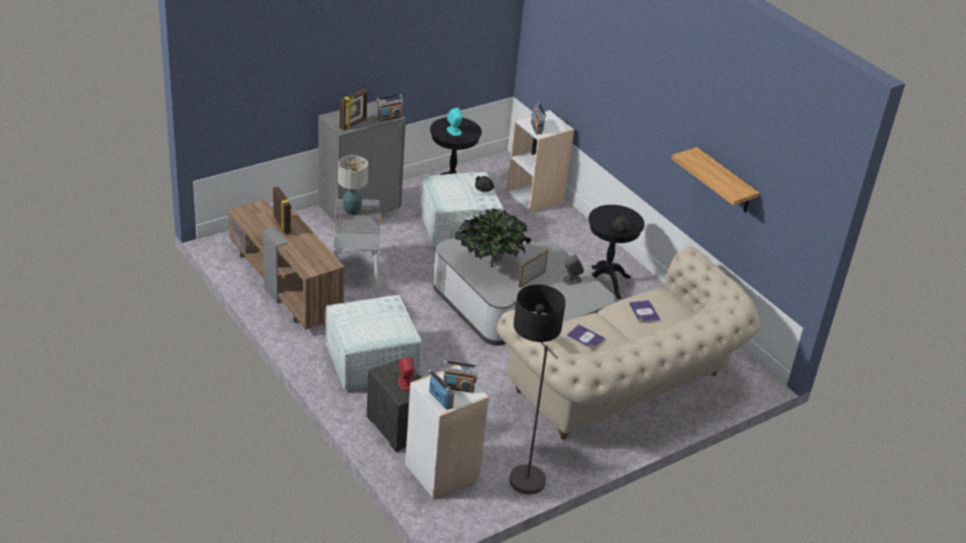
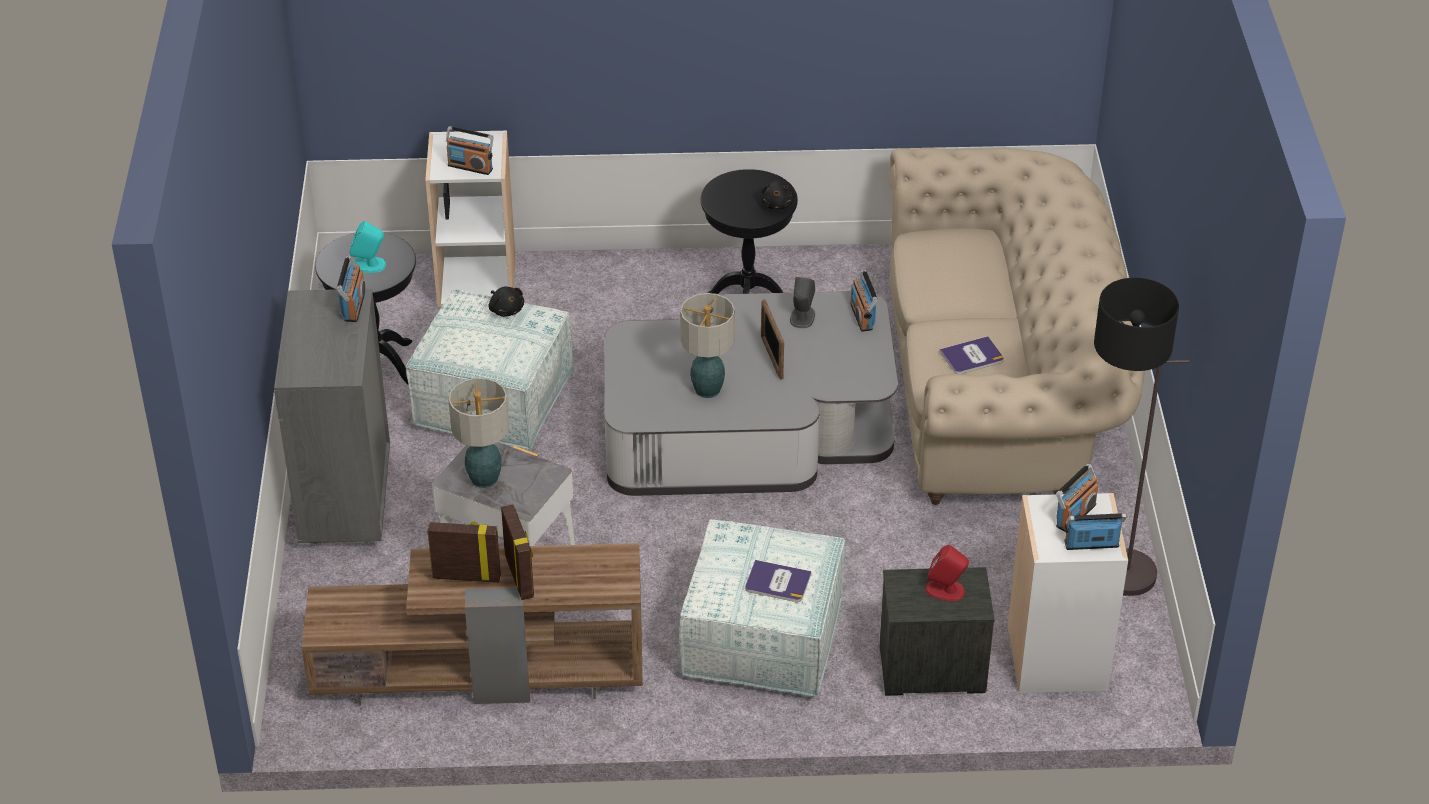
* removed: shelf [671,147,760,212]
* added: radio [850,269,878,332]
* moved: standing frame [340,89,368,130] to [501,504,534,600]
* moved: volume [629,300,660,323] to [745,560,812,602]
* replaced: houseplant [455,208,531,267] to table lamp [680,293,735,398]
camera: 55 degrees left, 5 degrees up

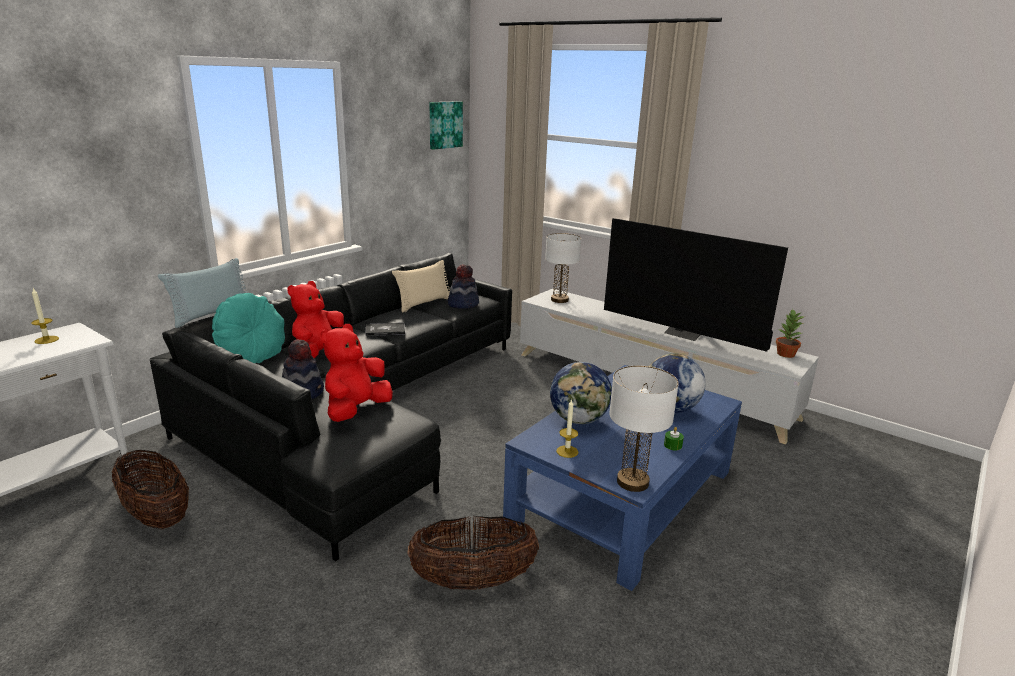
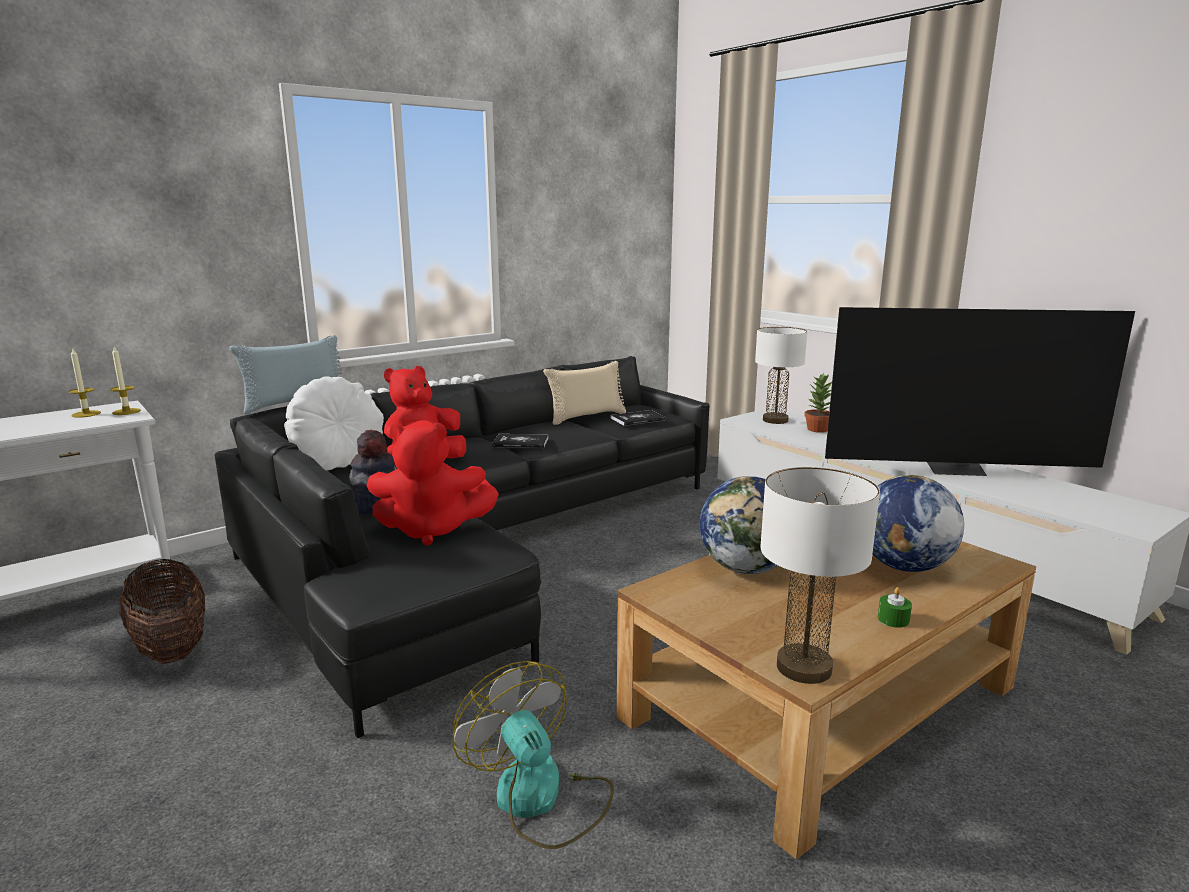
* removed: wall picture [430,101,463,150]
* moved: wax light [556,399,578,458] to [110,347,141,415]
* moved: houseplant [776,309,804,358] to [804,373,832,433]
* replaced: household basket [407,516,539,590] to cooling fan [453,661,614,849]
* replaced: hat [448,264,479,309] to volume [611,410,666,426]
* recoloured: turquoise throw pillow [212,293,285,363] to whitish throw pillow [284,376,384,471]
* recoloured: blue-coloured low table [503,365,742,591] to brown-coloured low table [617,541,1036,860]
* turned: reddish plush toy [320,324,393,422] = [366,420,499,546] 135 degrees counterclockwise
* turned: TV set [604,218,788,352] = [825,307,1135,476] 45 degrees counterclockwise
camera: 15 degrees right, 5 degrees down

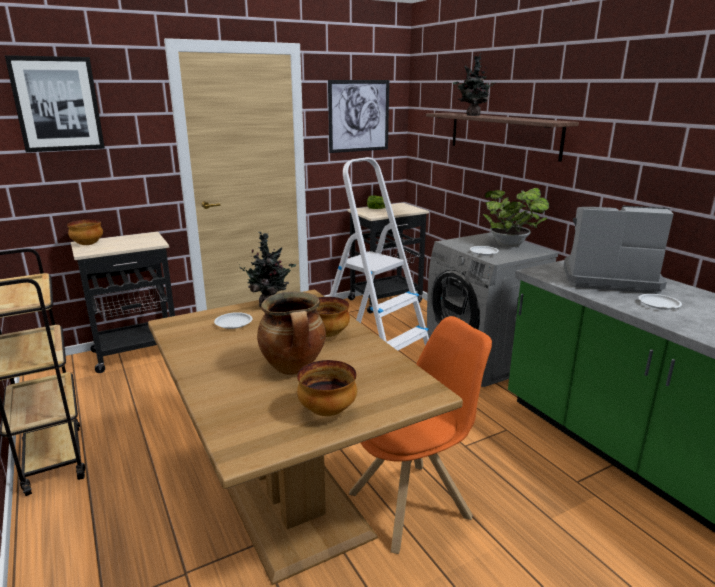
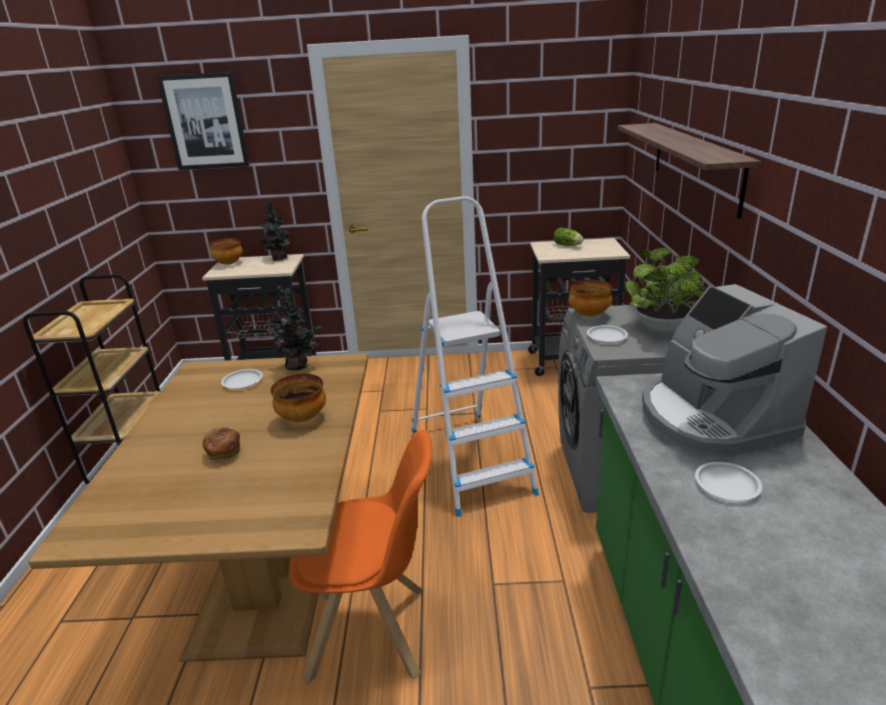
* removed: wall picture [328,80,389,153]
* moved: deep dish [297,360,357,416] to [569,280,613,317]
* moved: houseplant [453,53,495,116] to [259,200,290,261]
* replaced: cooking pot [257,291,326,375] to bread [203,427,241,461]
* turned: coffee brewer [564,206,674,294] = [642,284,827,457] 150 degrees counterclockwise
camera: 30 degrees right, 5 degrees up

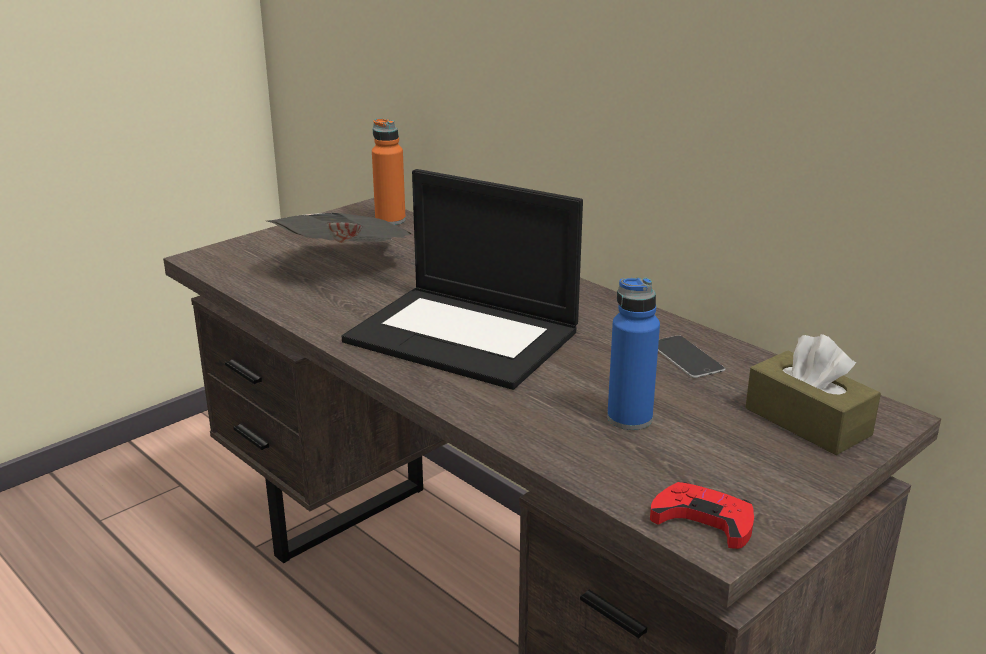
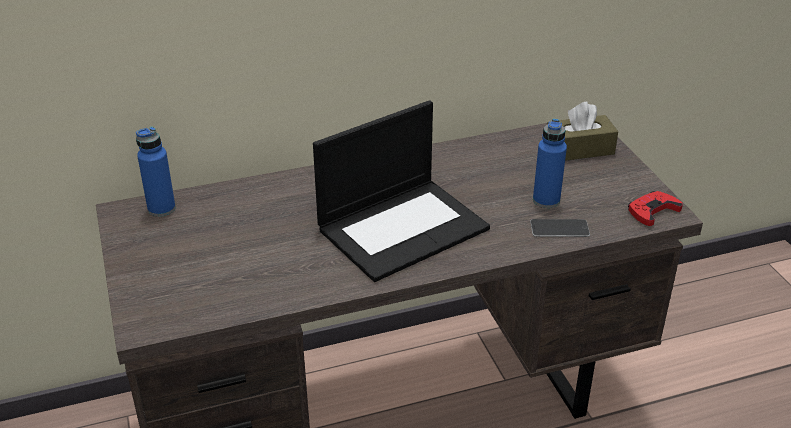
* removed: daily paper [267,213,412,243]
* moved: telephone [658,335,725,378] to [530,219,590,237]
* recoloured: orange-coloured beverage bottle [372,118,406,225] to blue-coloured beverage bottle [136,127,176,217]
camera: 65 degrees left, 10 degrees up

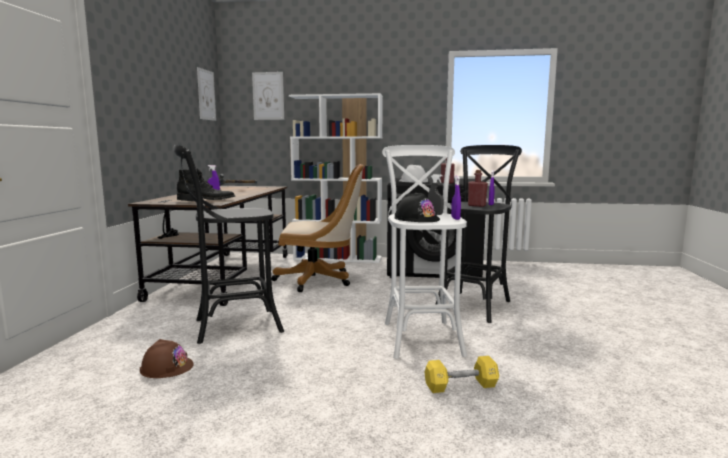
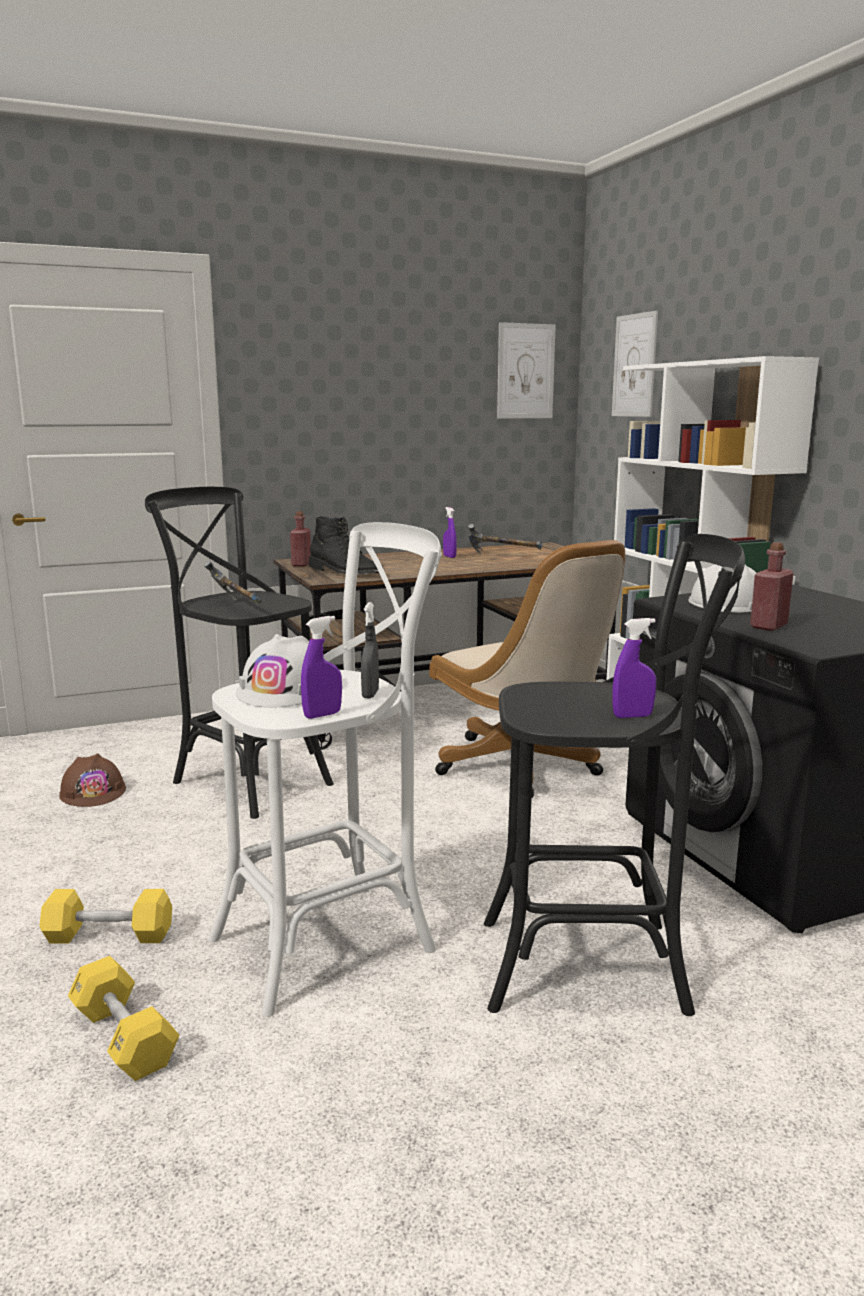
* added: yellow hand weight [40,889,172,944]
* added: tool hammer [204,561,262,605]
* moved: reddish beverage bottle [468,170,488,207] to [290,511,311,567]
* recoloured: black work helmet [395,193,440,222] to whitish work helmet [236,634,309,708]
camera: 60 degrees right, 5 degrees up

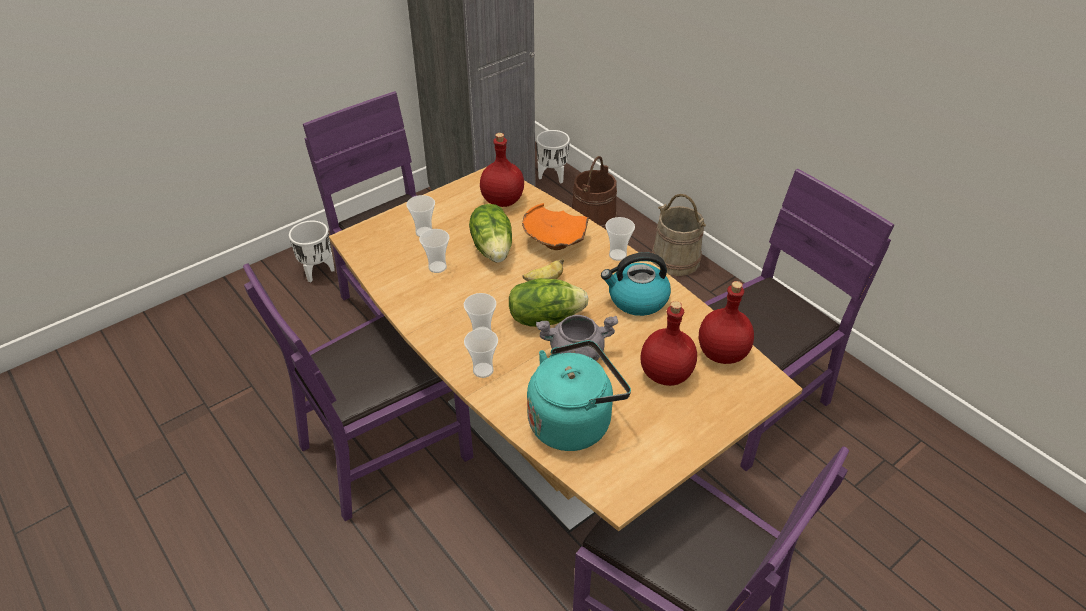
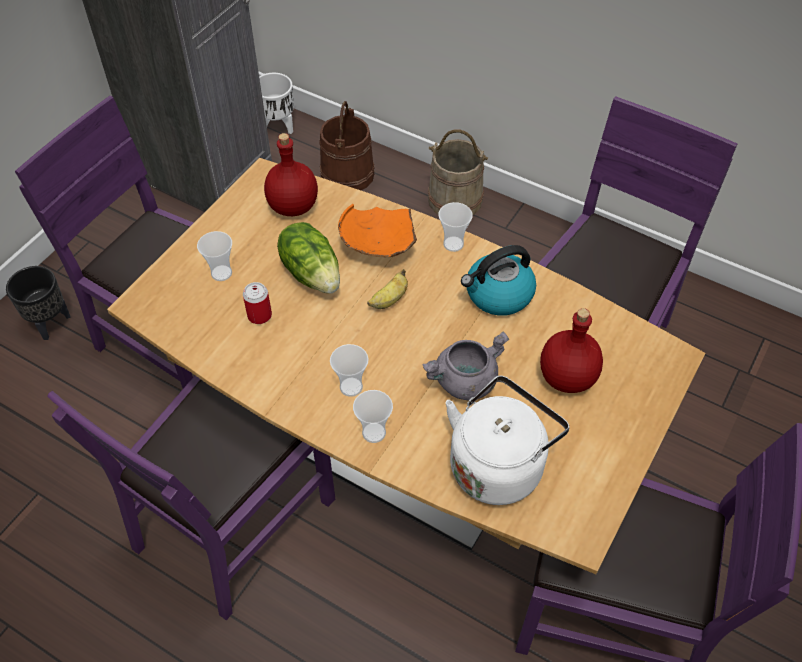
* removed: lettuce head [509,278,589,327]
* removed: reddish beverage bottle [699,281,754,364]
* replaced: cup [419,229,449,273] to metal can [243,282,272,324]
* recoloured: whitish plant pot [289,221,334,282] to black plant pot [6,266,71,340]
* recoloured: turquoise kettle [527,340,631,451] to whitish kettle [445,375,569,505]
camera: 20 degrees left, 10 degrees up

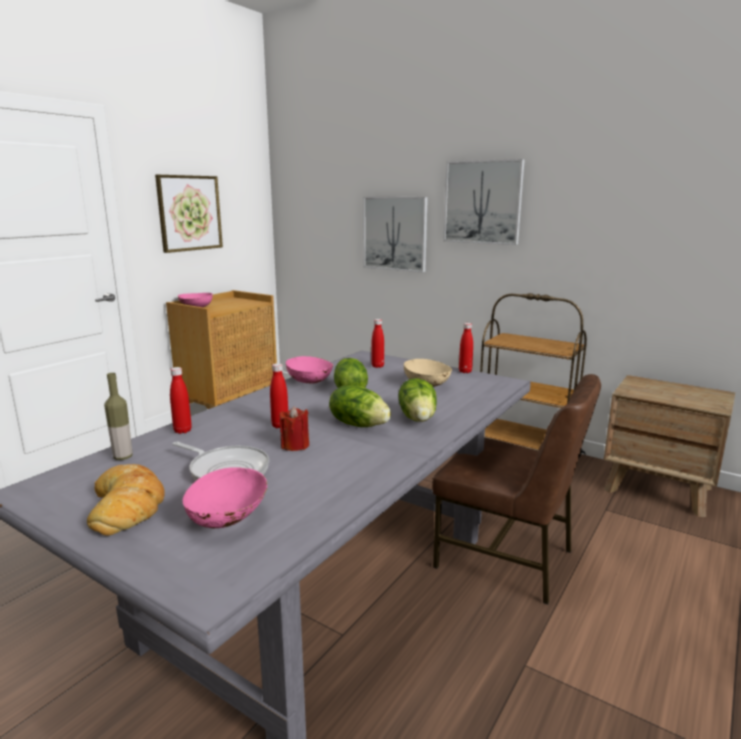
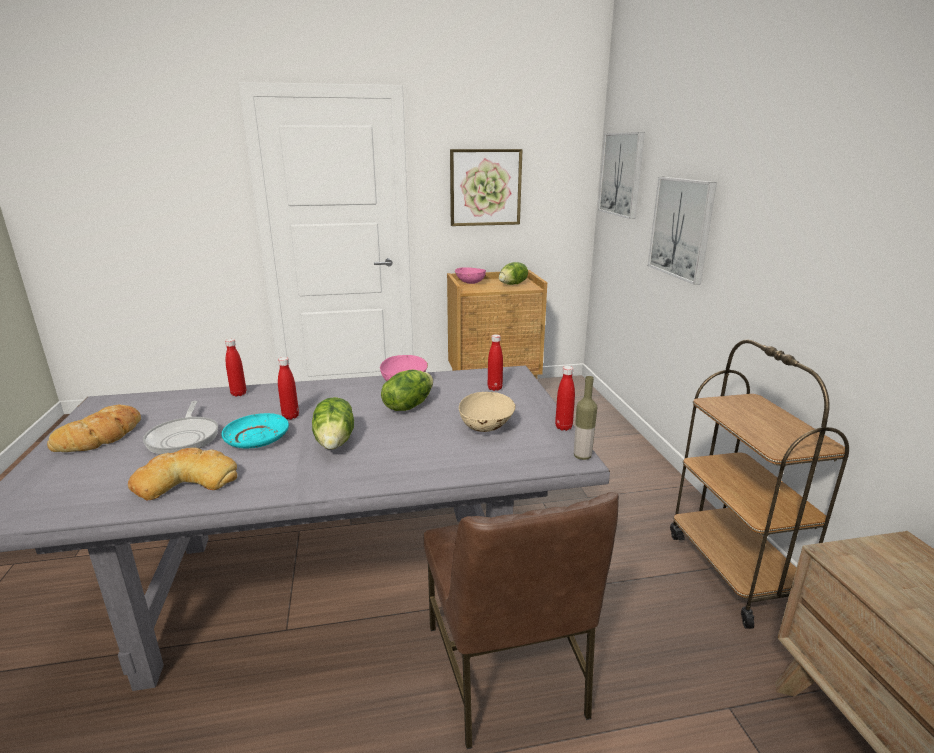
* removed: pink-coloured deep dish [183,467,267,528]
* added: bread [128,448,237,500]
* moved: beverage bottle [104,373,133,460] to [574,376,597,460]
* moved: lettuce head [399,378,437,422] to [499,262,528,285]
* moved: wall picture [444,159,525,245] to [598,132,645,219]
* replaced: reddish wax light [280,406,309,451] to turquoise plate [222,413,289,449]
camera: 45 degrees right, 5 degrees up

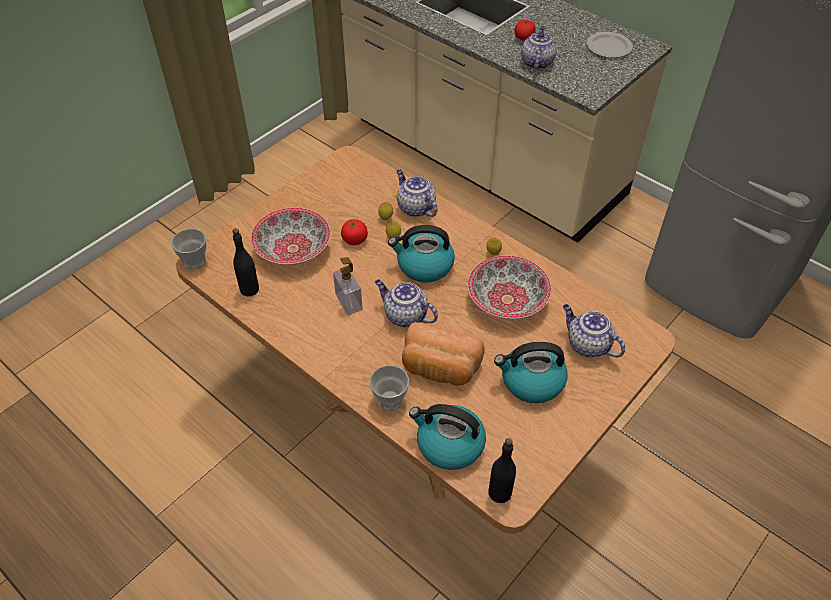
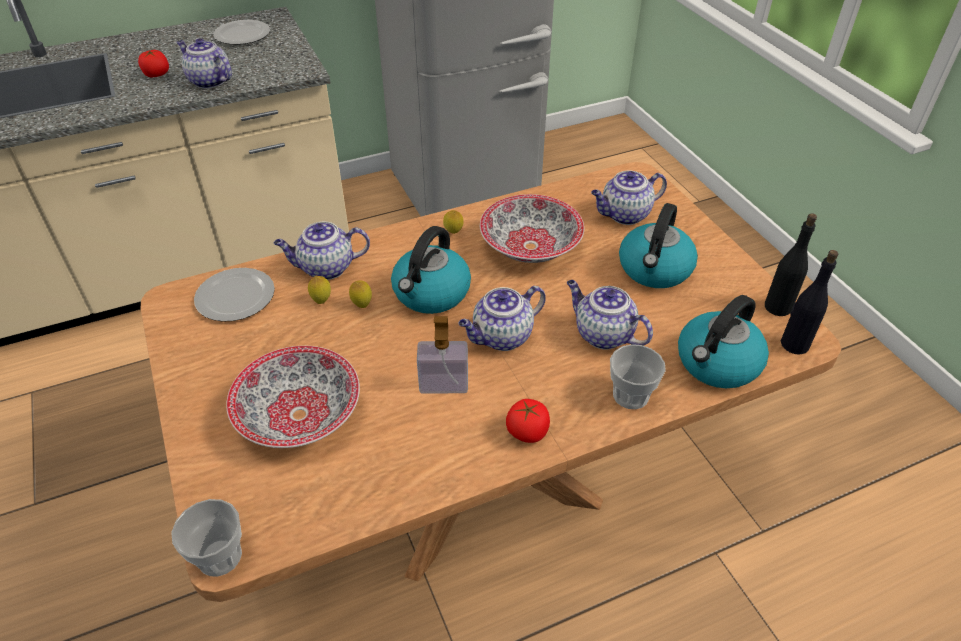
* added: plate [194,268,275,322]
* moved: black beverage bottle [233,229,259,297] to [765,213,817,316]
* moved: whole tomato [341,219,368,245] to [506,399,550,443]
* replaced: bread [402,322,485,386] to pot for tea [567,280,653,350]
camera: 65 degrees left, 5 degrees down

